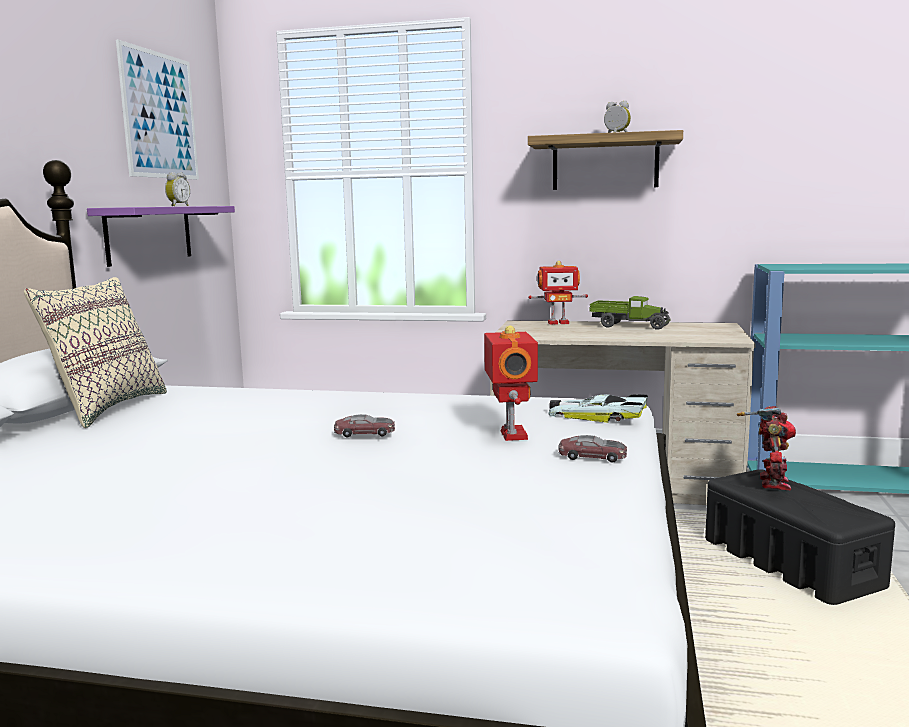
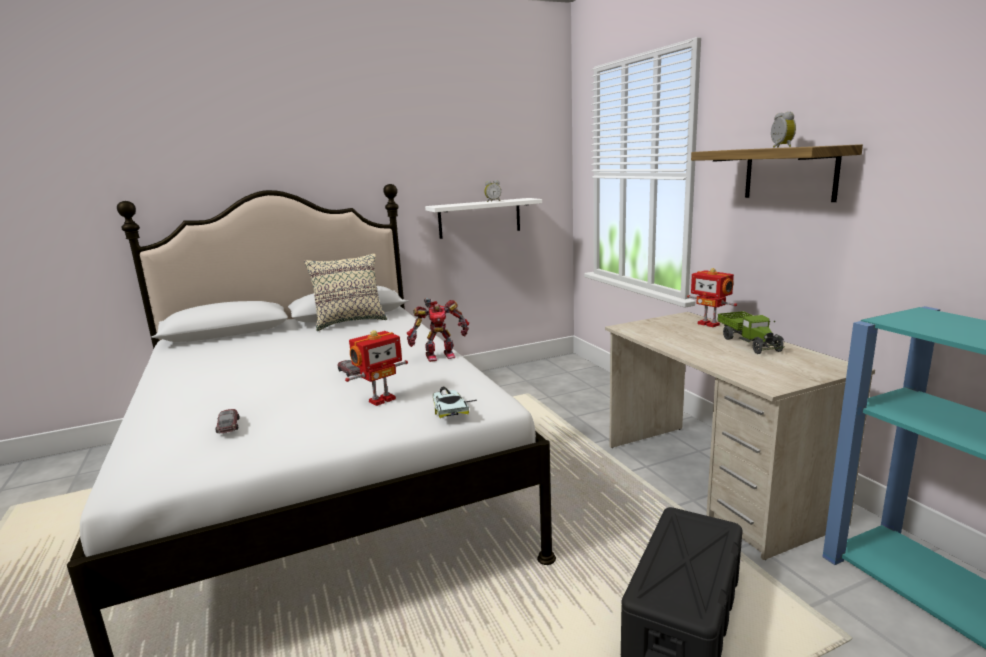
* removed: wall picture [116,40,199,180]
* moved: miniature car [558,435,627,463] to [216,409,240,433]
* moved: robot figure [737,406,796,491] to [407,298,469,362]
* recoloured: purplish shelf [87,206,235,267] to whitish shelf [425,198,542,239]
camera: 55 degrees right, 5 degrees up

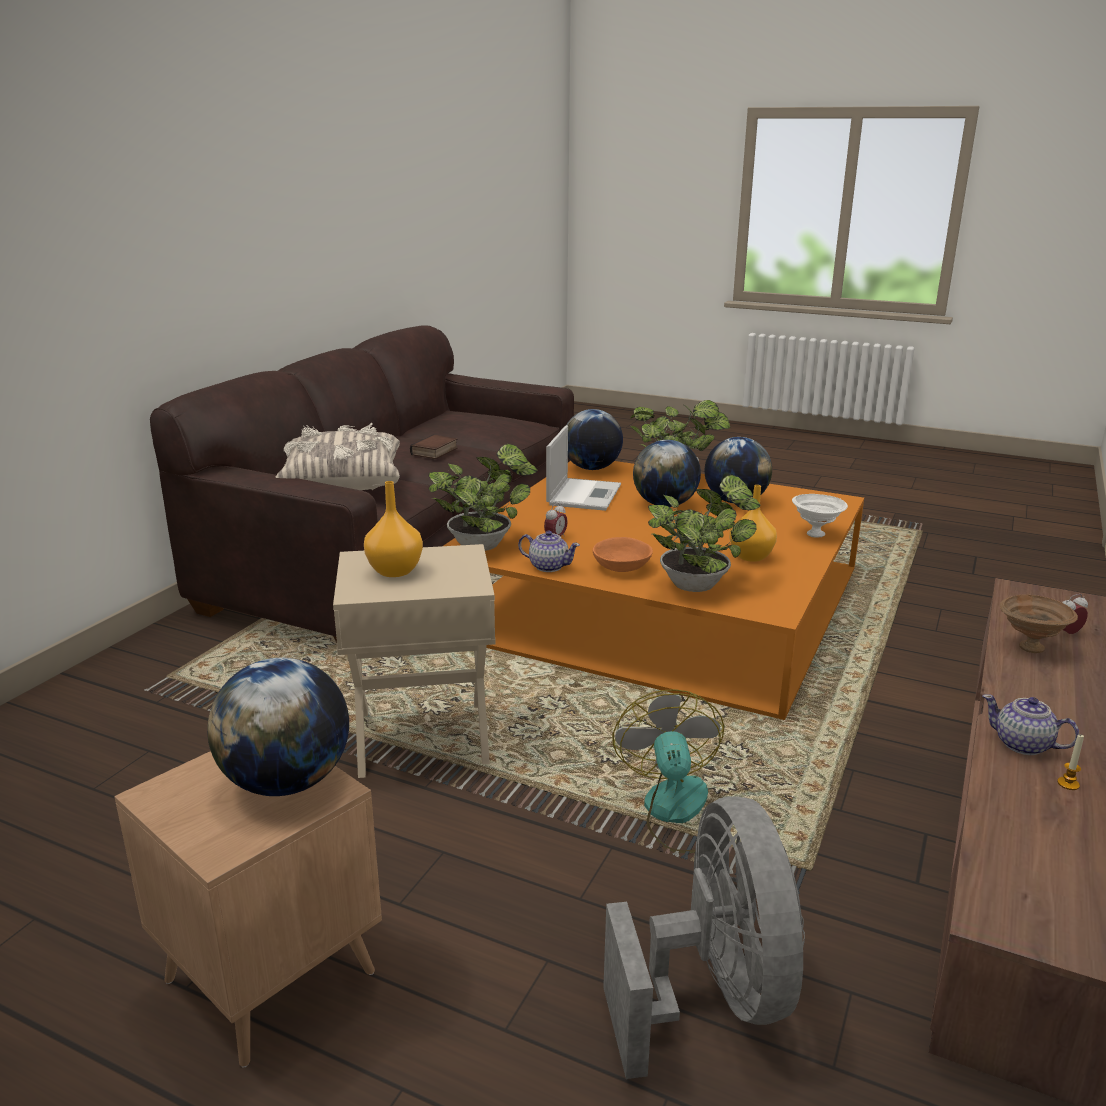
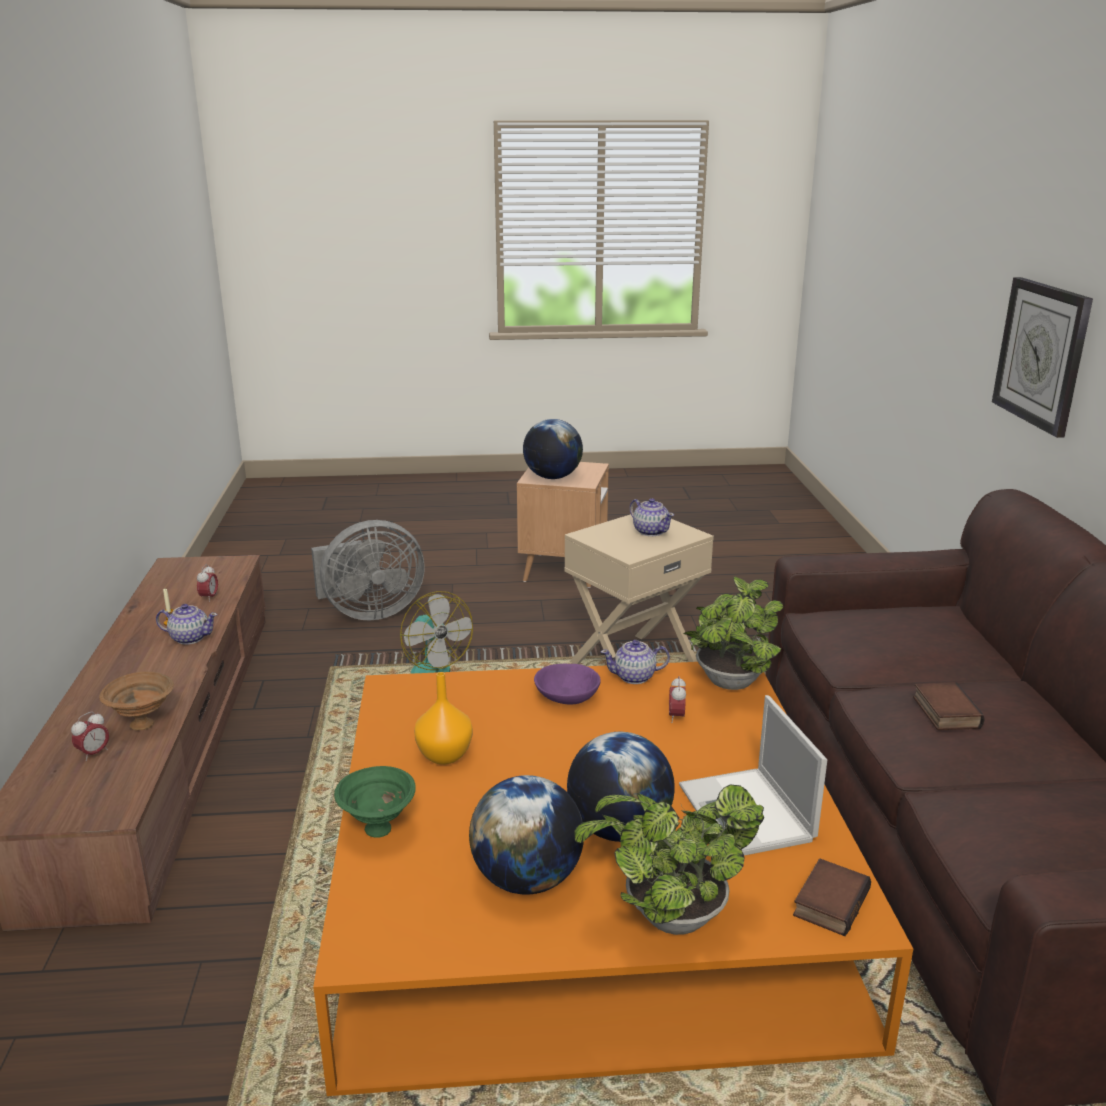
* removed: beige throw pillow [275,423,400,490]
* removed: houseplant [648,475,761,592]
* added: alarm clock [197,564,218,602]
* added: hanging clock [992,277,1093,438]
* replaced: orange-coloured vase [364,481,423,577] to pot for tea [630,498,674,536]
* replaced: globe [566,409,623,470] to volume [793,859,871,936]
* recoloured: orange-coloured deep dish [593,537,653,572] to purplish deep dish [534,664,601,705]
* recoloured: whitish deep dish [792,494,848,538] to greenish deep dish [334,766,416,838]
* turned: greyish cooling fan [603,796,805,1079] = [311,520,425,621] 75 degrees counterclockwise
camera: 150 degrees right, 0 degrees up

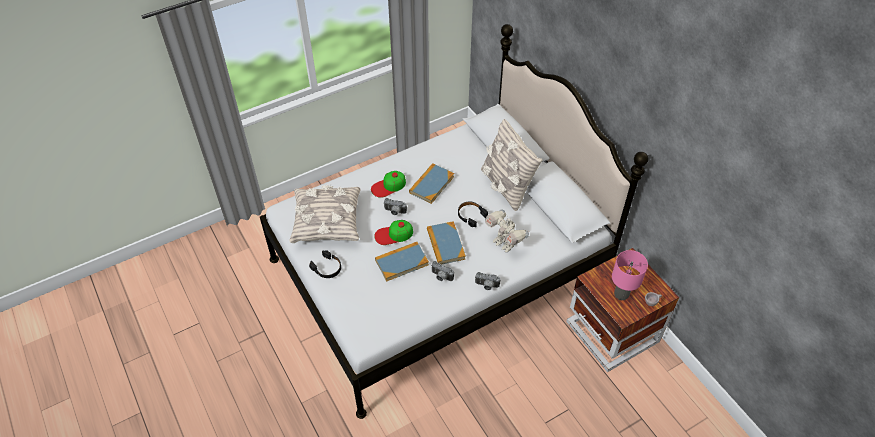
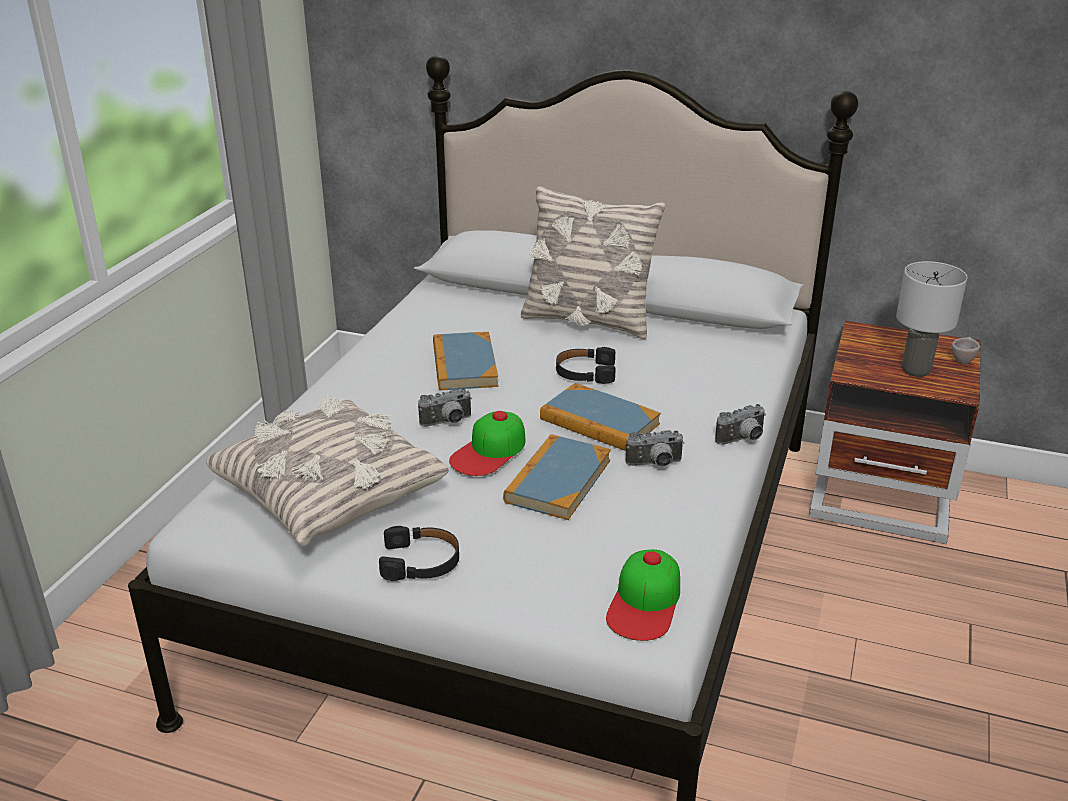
* removed: robot figure [485,209,529,252]
* moved: baseball cap [371,171,406,198] to [606,549,680,641]
* recoloured: pink-coloured table lamp [612,250,648,300] to whitish table lamp [896,261,967,377]
camera: 40 degrees left, 20 degrees down

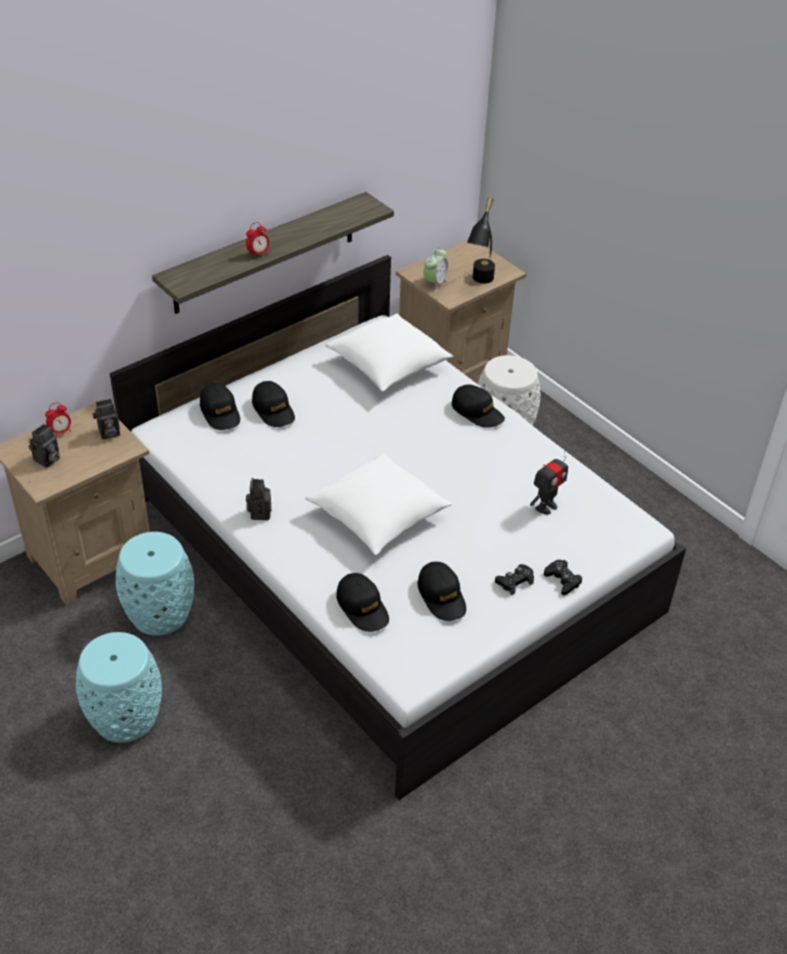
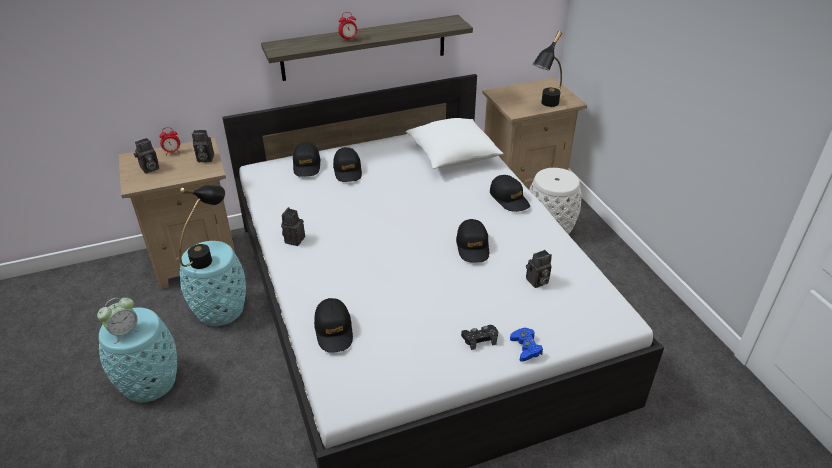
* removed: whitish throw pillow [305,453,452,555]
* added: black table lamp [179,185,225,269]
* moved: black baseball cap [418,562,466,621] to [456,219,489,263]
* moved: alarm clock [424,248,448,292] to [97,298,142,344]
* replaced: robot figure [530,450,568,515] to photo camera [526,250,552,288]
* recoloured: black game controller [544,560,582,595] to blue-coloured game controller [510,328,543,362]
camera: 20 degrees right, 5 degrees down

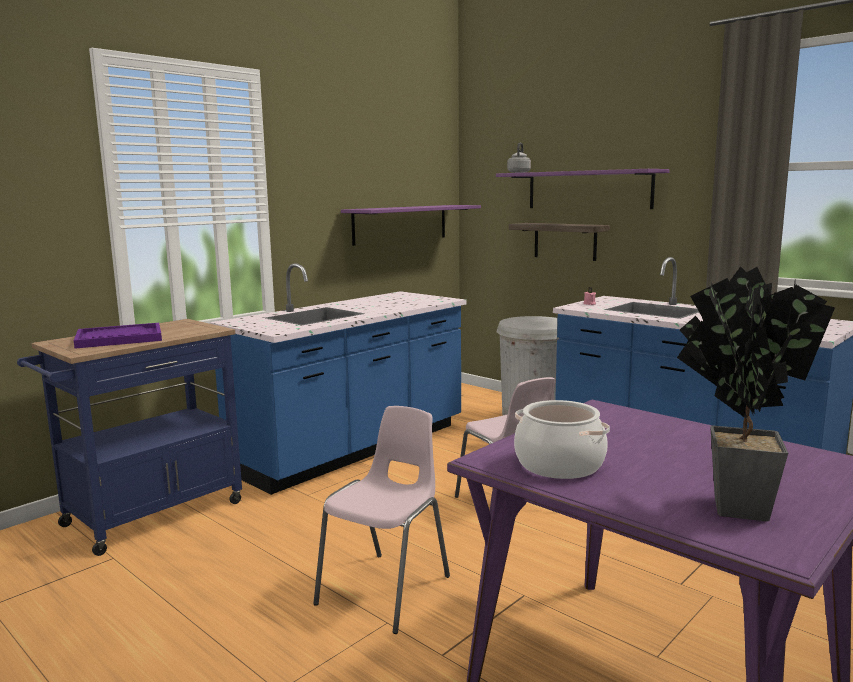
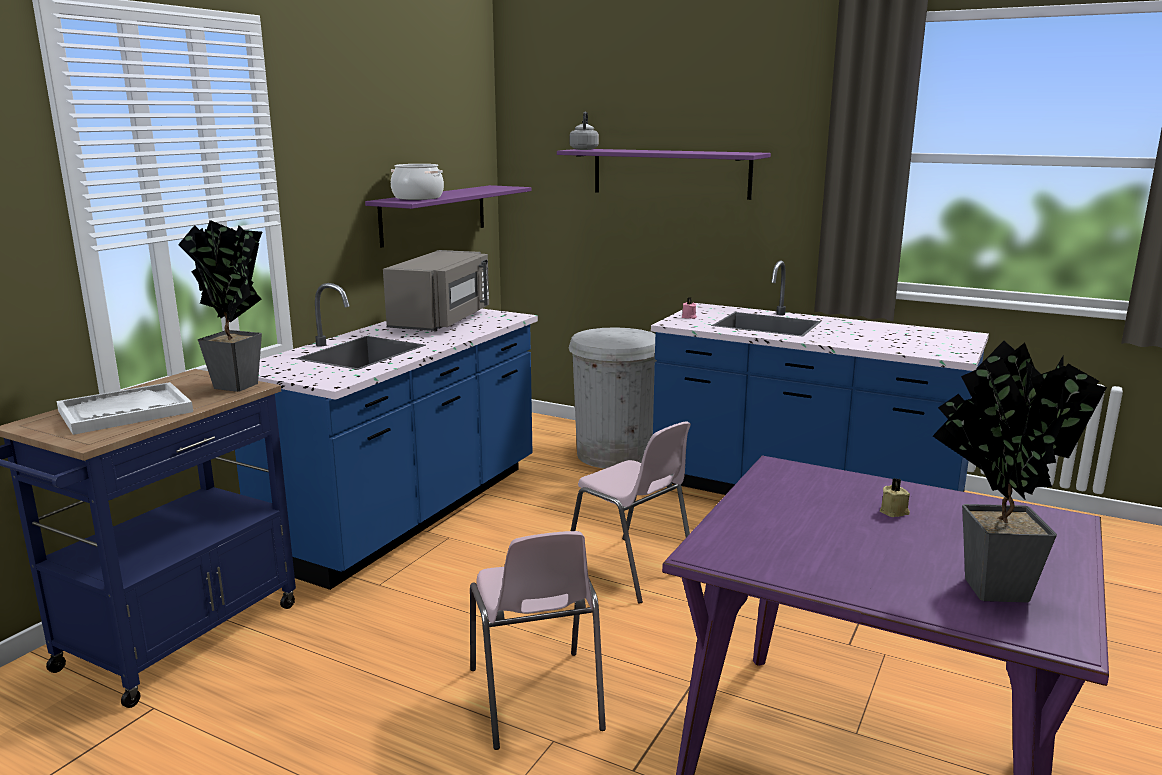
* removed: shelf [509,223,610,261]
* added: houseplant [178,220,262,392]
* added: greyish microwave [383,250,489,331]
* added: beige wax light [880,478,910,517]
* moved: cooking pot [514,400,610,479] to [391,164,444,200]
* recoloured: purplish serving tray [74,323,162,349] to whitish serving tray [57,382,193,435]
* turned: pink-coloured upright chair [313,406,450,634] = [470,531,606,750] 150 degrees clockwise
camera: 15 degrees left, 5 degrees up

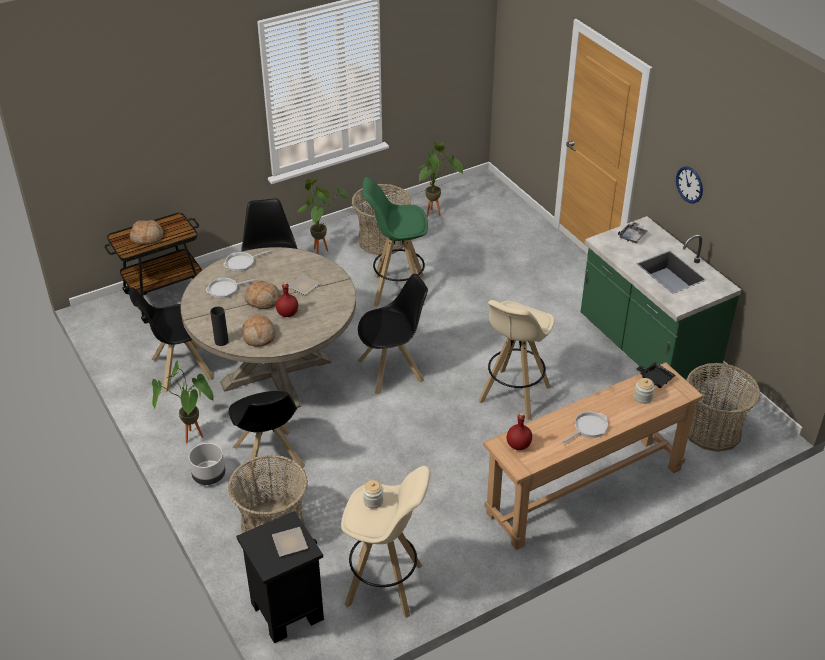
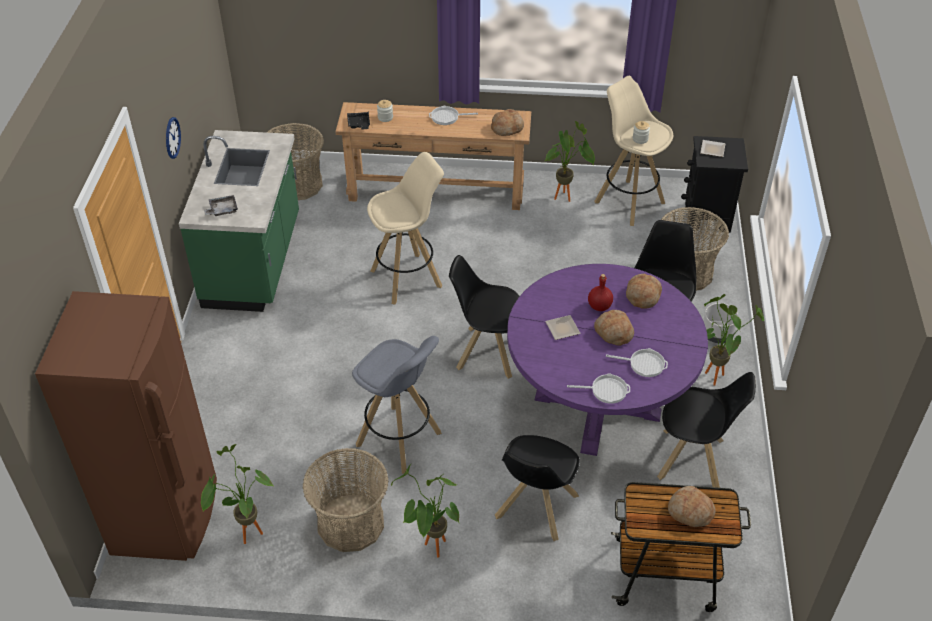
* removed: black vase [210,306,229,346]
* added: brown-coloured fridge [35,291,217,561]
* added: houseplant [545,121,595,202]
* replaced: reddish beverage bottle [507,413,532,450] to bread [491,109,524,136]
* recoloured: beige kitchen table [181,247,356,408] to purplish kitchen table [507,264,708,456]
* recoloured: greenish stool [362,177,428,307] to greyish stool [352,336,442,474]
camera: 145 degrees left, 5 degrees up

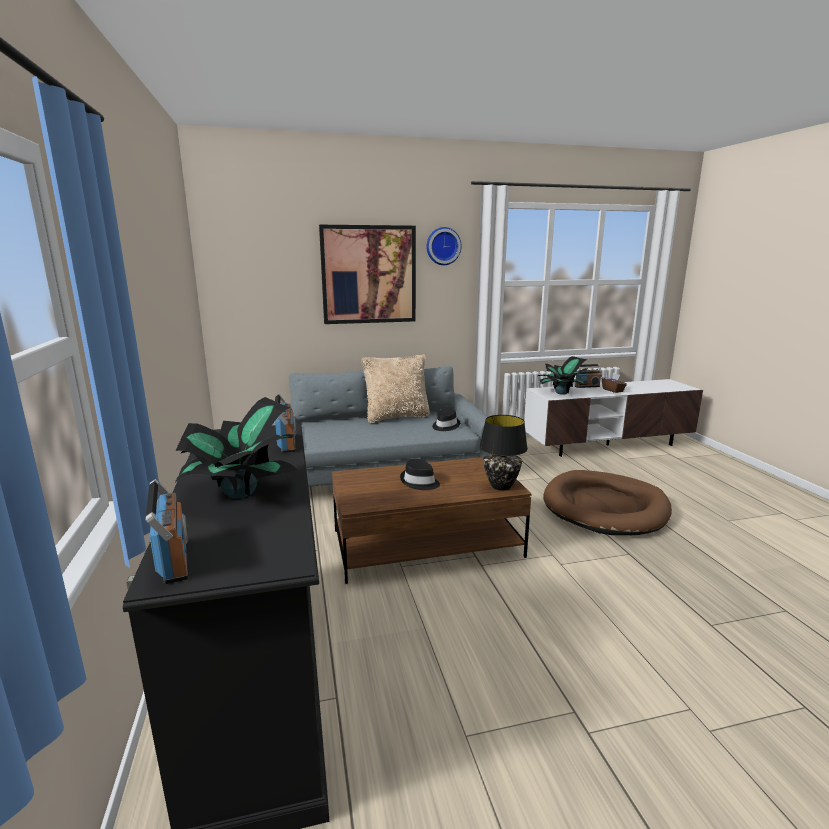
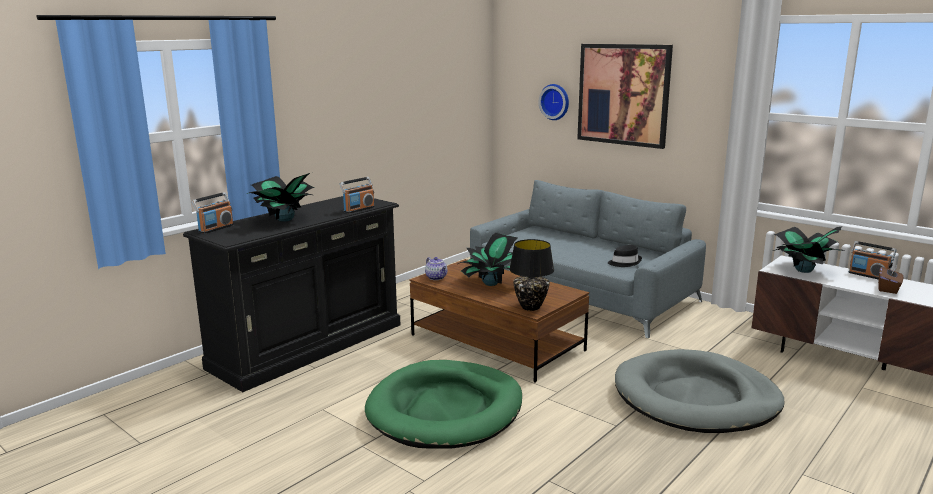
* removed: beige throw pillow [361,354,430,423]
* added: greenish dog cushion [365,360,522,449]
* added: pot for tea [425,257,447,280]
* moved: hanging clock [426,227,462,265] to [539,84,569,120]
* replaced: black hat [400,458,440,490] to houseplant [458,233,518,286]
* recoloured: brown-coloured dog cushion [543,470,672,535] to greyish dog cushion [615,349,784,433]
camera: 55 degrees right, 0 degrees up

